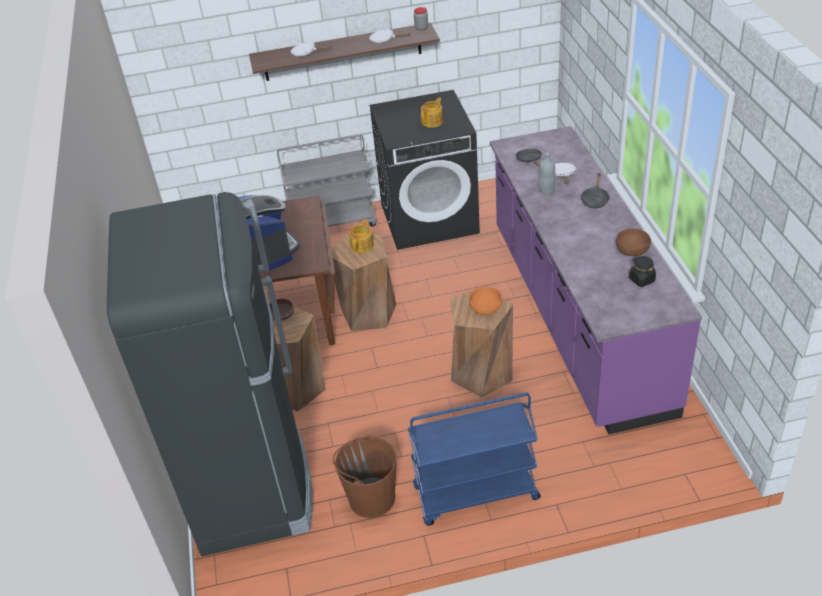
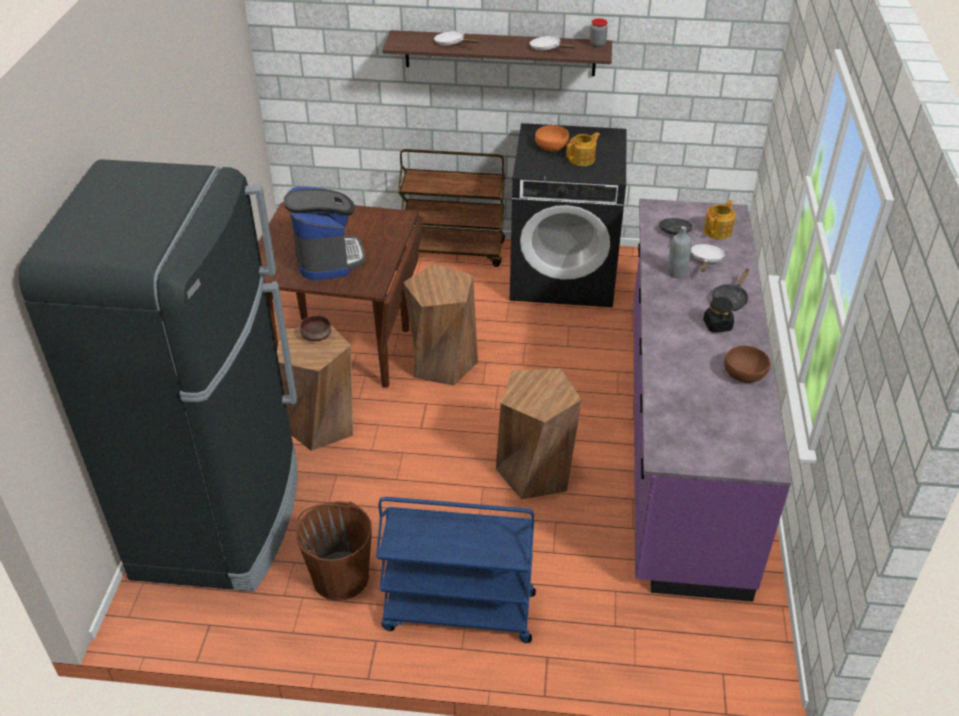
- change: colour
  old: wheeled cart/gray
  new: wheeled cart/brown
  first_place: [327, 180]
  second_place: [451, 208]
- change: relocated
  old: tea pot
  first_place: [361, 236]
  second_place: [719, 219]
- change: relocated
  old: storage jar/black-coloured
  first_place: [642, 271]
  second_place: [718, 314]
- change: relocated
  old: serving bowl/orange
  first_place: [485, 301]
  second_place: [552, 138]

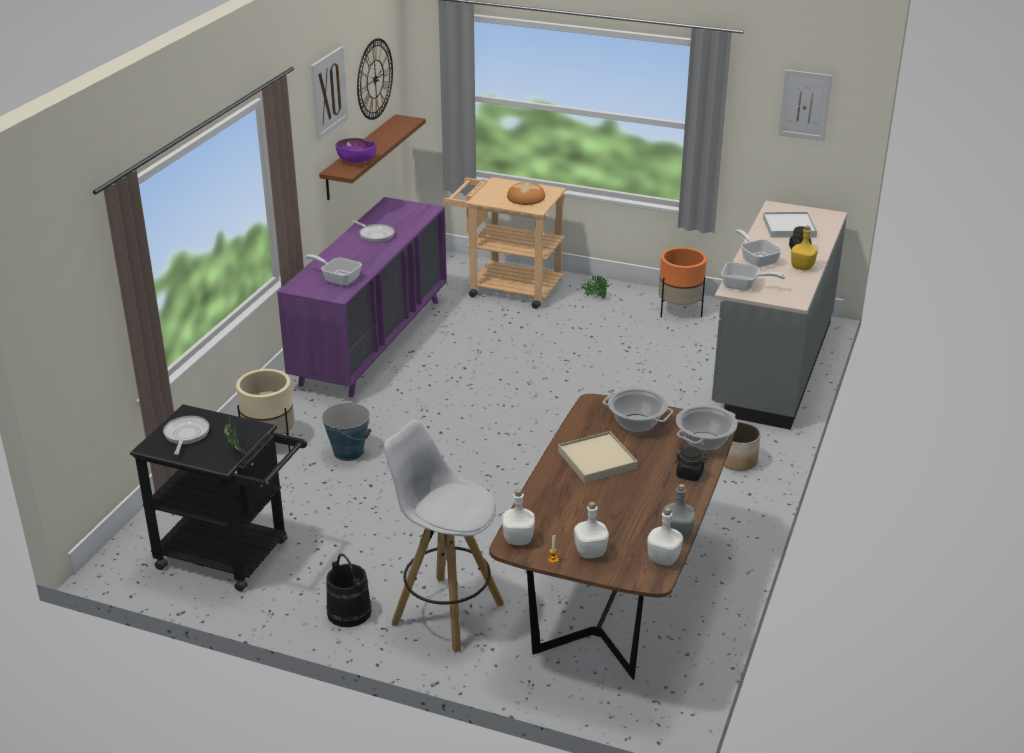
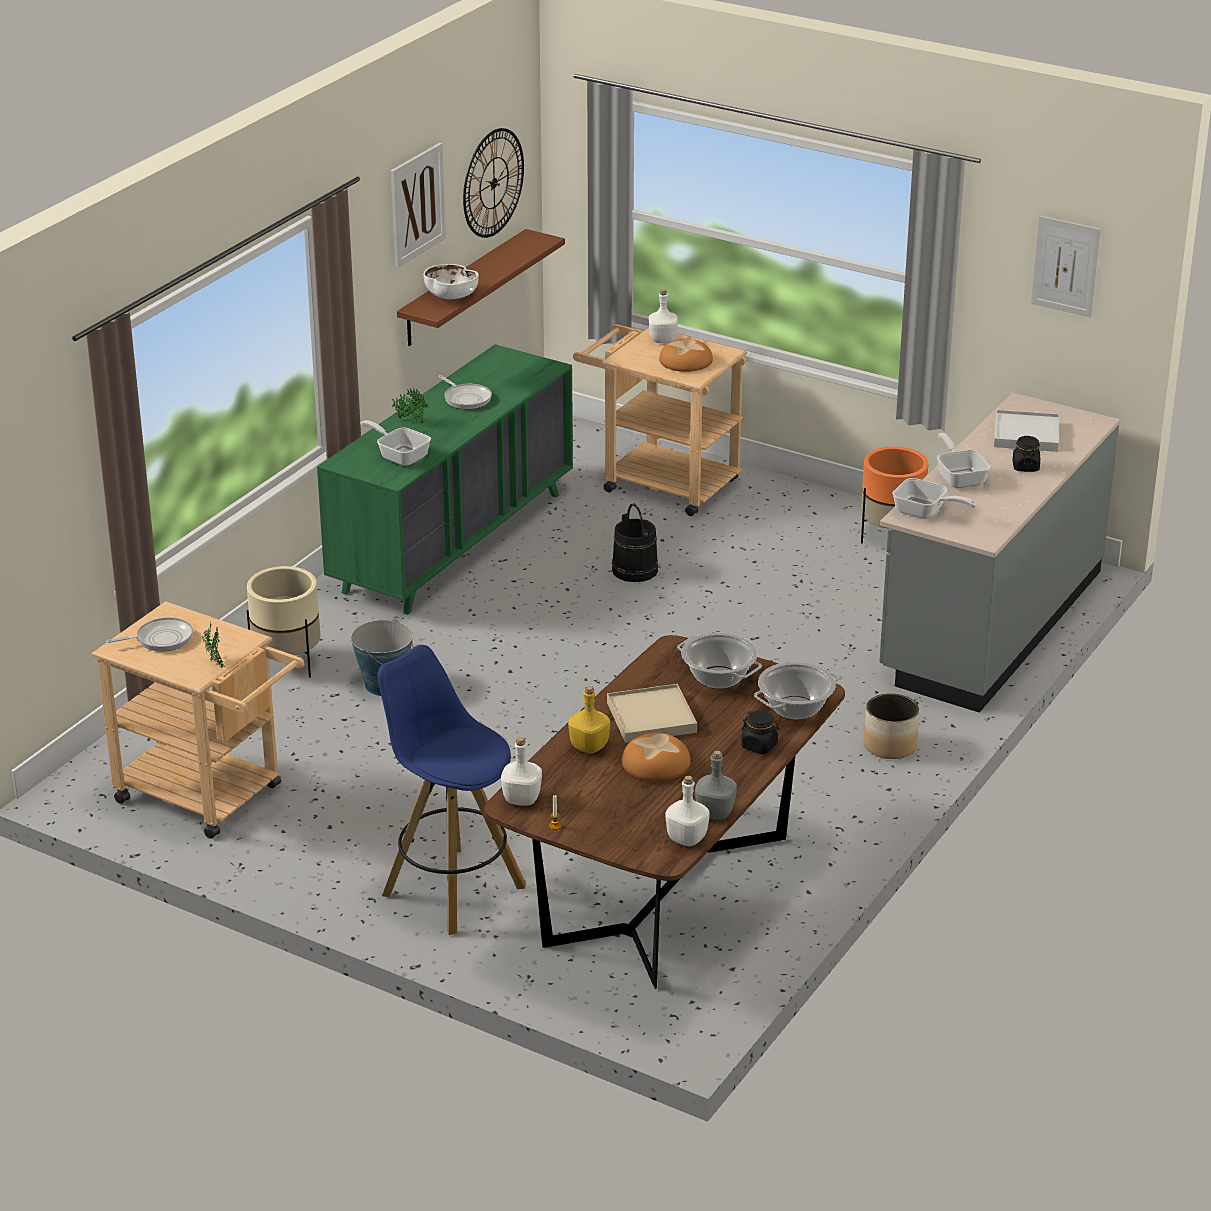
- change: colour
  old: serving bowl/purple-coloured
  new: serving bowl/whitish
  first_place: [356, 150]
  second_place: [451, 281]
- change: colour
  old: chest of drawers/purple-coloured
  new: chest of drawers/green-coloured
  first_place: [362, 297]
  second_place: [445, 479]
- change: relocated
  old: drink bottle/yellow
  first_place: [804, 248]
  second_place: [589, 720]
- change: relocated
  old: potted plant
  first_place: [595, 287]
  second_place: [410, 406]
- change: colour
  old: wheeled cart/black-coloured
  new: wheeled cart/beige
  first_place: [218, 498]
  second_place: [198, 720]
- change: spun
  old: frying pan
  first_place: [186, 435]
  second_place: [149, 634]
  degrees: 60
- change: colour
  old: sitting stool/whitish
  new: sitting stool/bluish
  first_place: [444, 536]
  second_place: [452, 790]
- change: relocated
  old: drink bottle/whitish
  first_place: [591, 530]
  second_place: [663, 316]
- change: relocated
  old: water bucket/black-coloured
  first_place: [349, 590]
  second_place: [635, 542]
- change: appeared
  new: bread
  second_place: [656, 757]

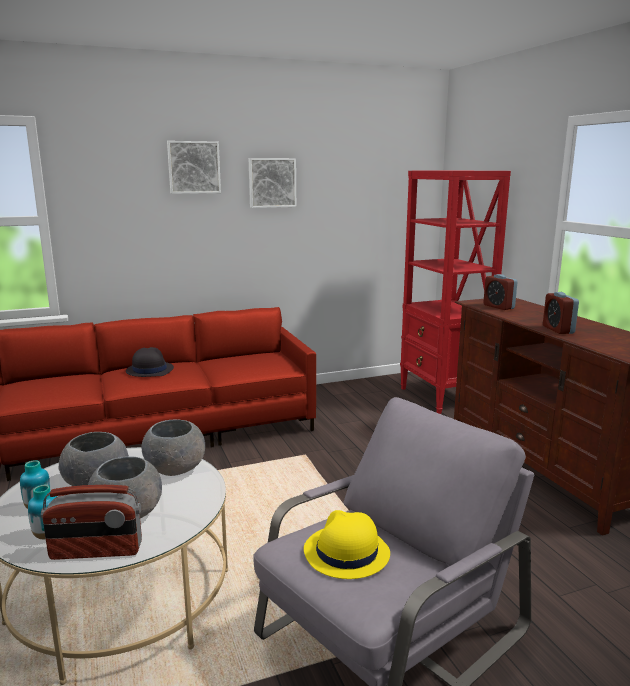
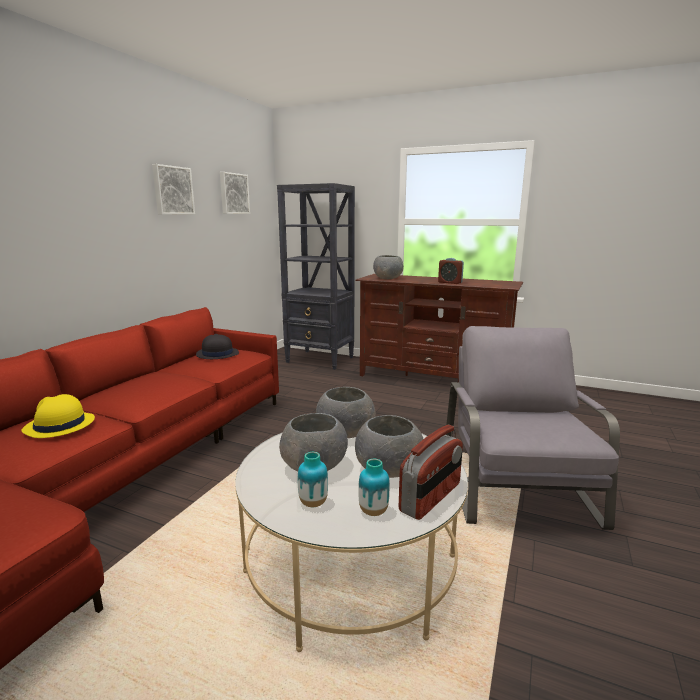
- change: relocated
  old: wall picture
  first_place: [194, 167]
  second_place: [235, 193]
- change: colour
  old: bookcase/reddish
  new: bookcase/black-coloured
  first_place: [455, 292]
  second_place: [316, 276]
- change: exchanged
  old: table clock
  new: serving bowl/gray
  first_place: [500, 292]
  second_place: [388, 267]
- change: relocated
  old: hat/black-coloured
  first_place: [150, 362]
  second_place: [217, 346]
- change: relocated
  old: hat/yellow
  first_place: [347, 544]
  second_place: [58, 416]

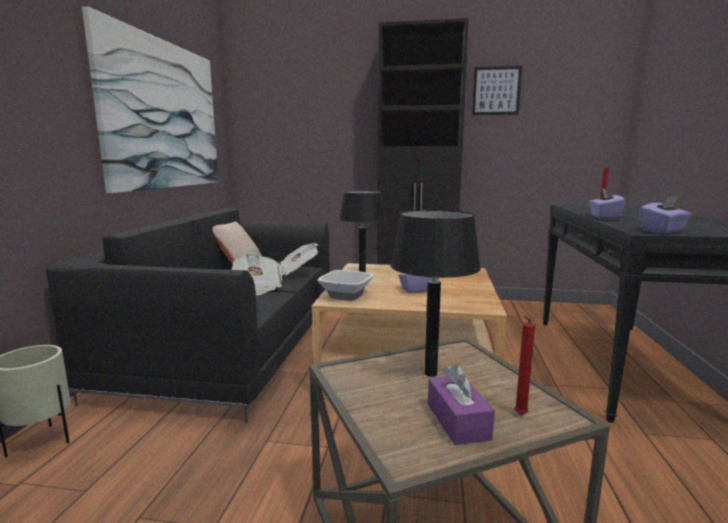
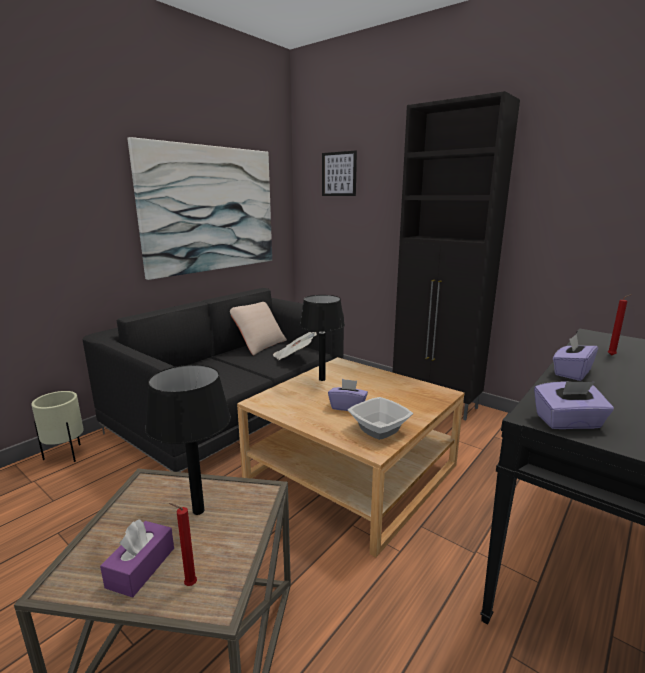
- change: relocated
  old: wall picture
  first_place: [497, 90]
  second_place: [339, 173]
- change: missing
  old: newspaper
  first_place: [257, 274]
- change: relocated
  old: serving bowl
  first_place: [345, 285]
  second_place: [380, 418]

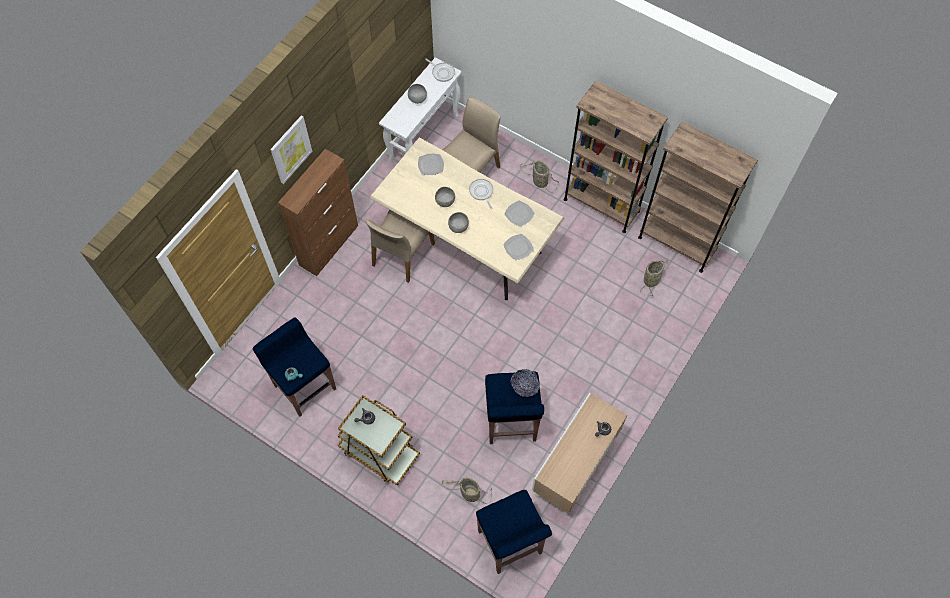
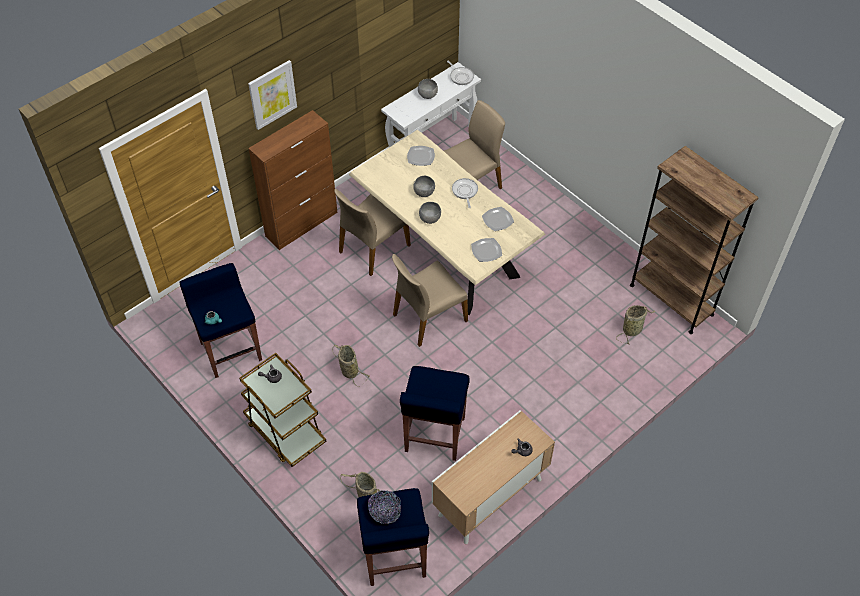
- change: missing
  old: bookcase/brown
  first_place: [616, 157]
- change: relocated
  old: basket
  first_place: [539, 176]
  second_place: [351, 365]
- change: relocated
  old: serving bowl
  first_place: [525, 383]
  second_place: [384, 507]
- change: appeared
  new: upright chair/beige
  second_place: [430, 300]

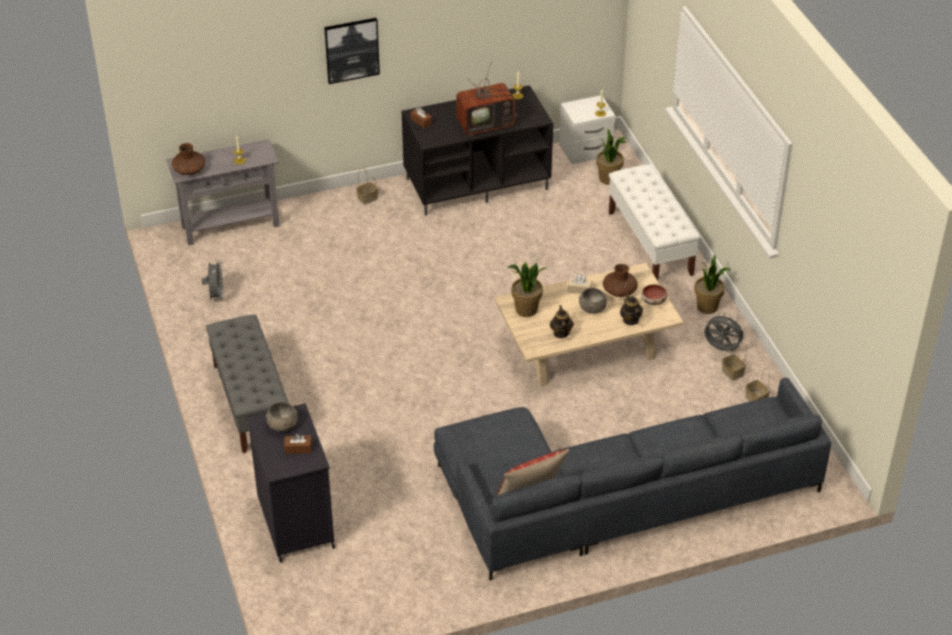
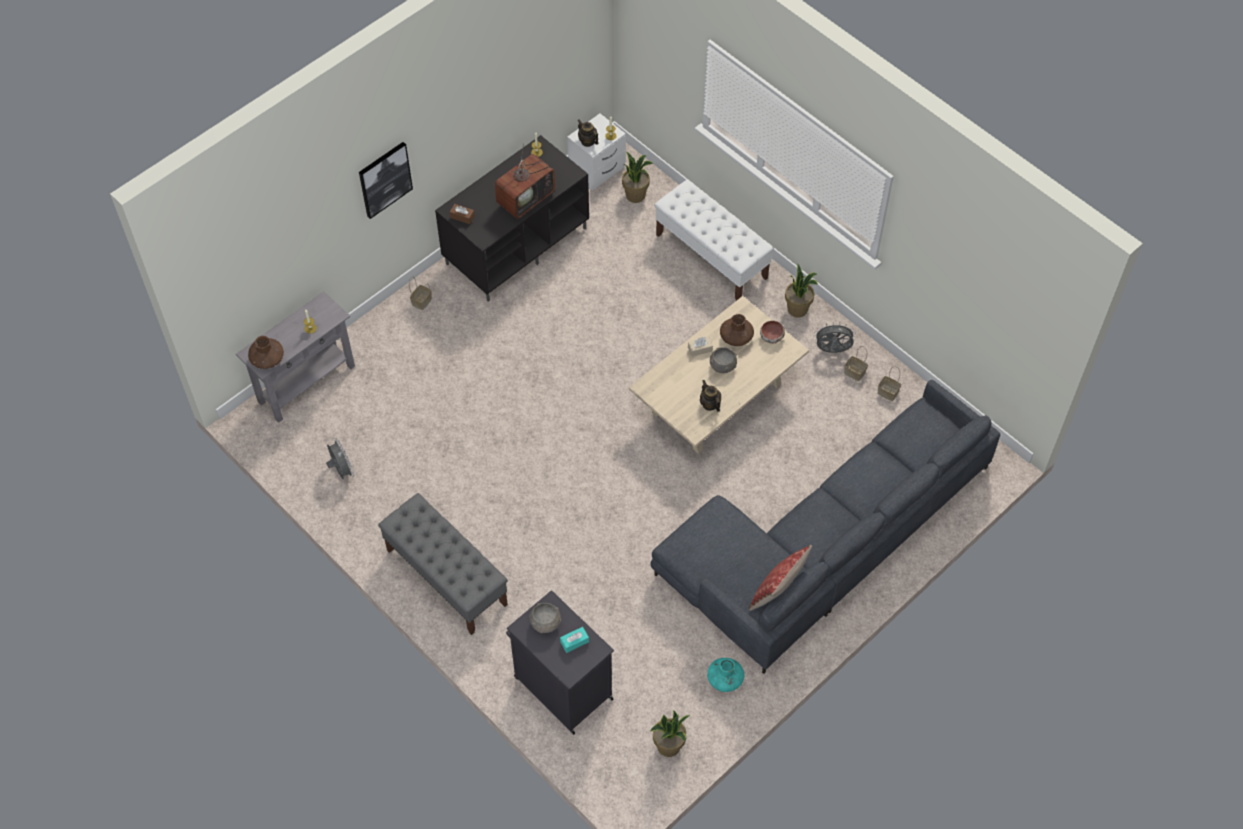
- change: relocated
  old: potted plant
  first_place: [527, 289]
  second_place: [670, 733]
- change: relocated
  old: tea pot
  first_place: [631, 309]
  second_place: [588, 133]
- change: colour
  old: tissue box/brown
  new: tissue box/blue-green
  first_place: [298, 444]
  second_place: [574, 640]
- change: appeared
  new: vase/blue-green
  second_place: [725, 675]

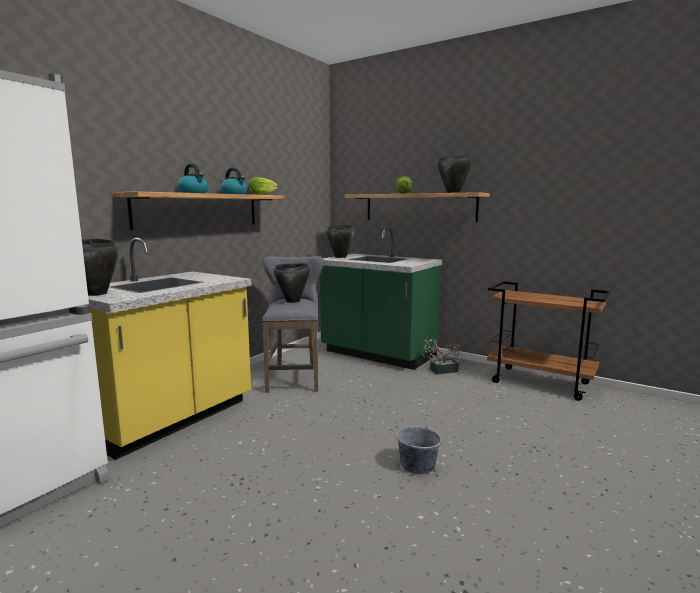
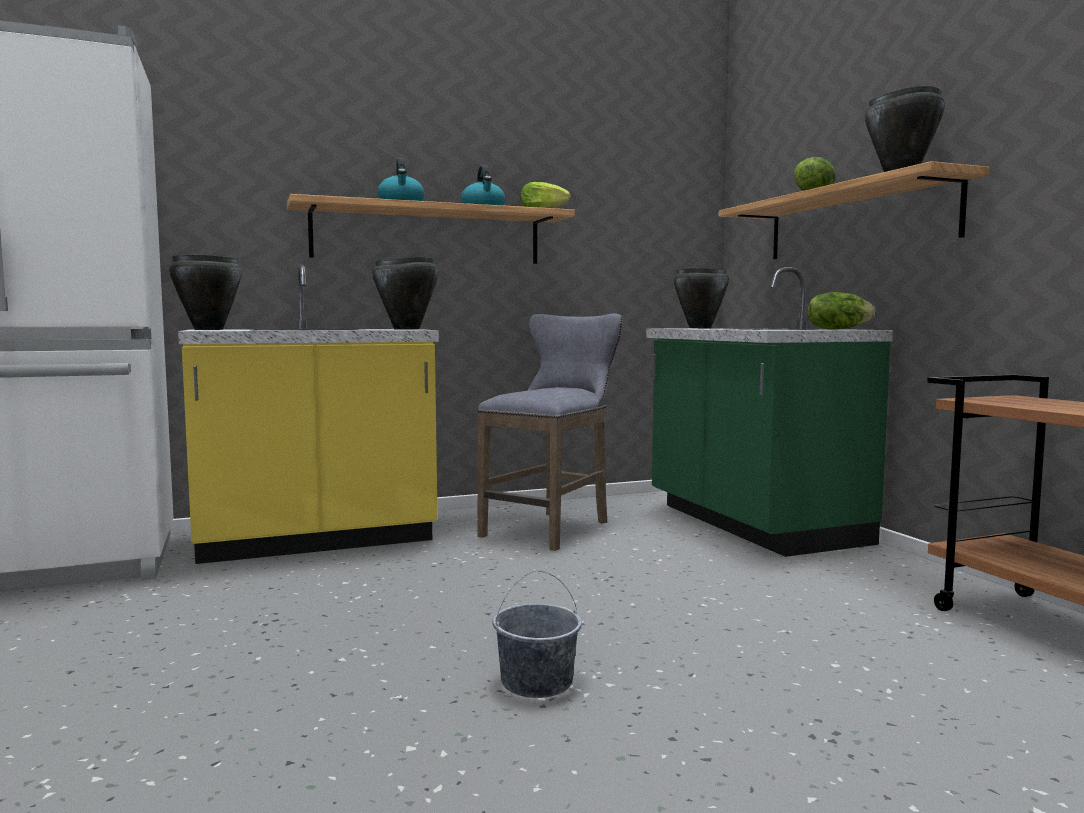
- change: relocated
  old: stockpot/black-coloured
  first_place: [292, 283]
  second_place: [405, 293]
- change: missing
  old: potted plant
  first_place: [443, 356]
- change: appeared
  new: head of lettuce
  second_place: [841, 311]

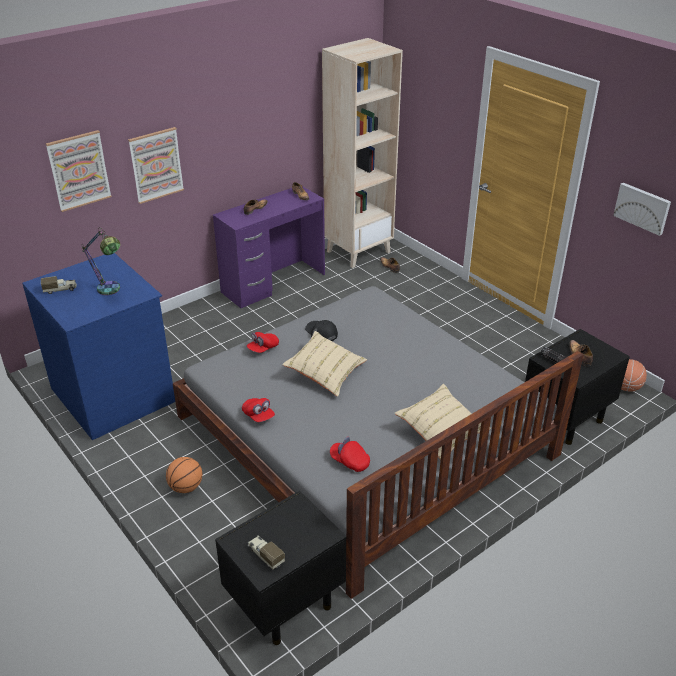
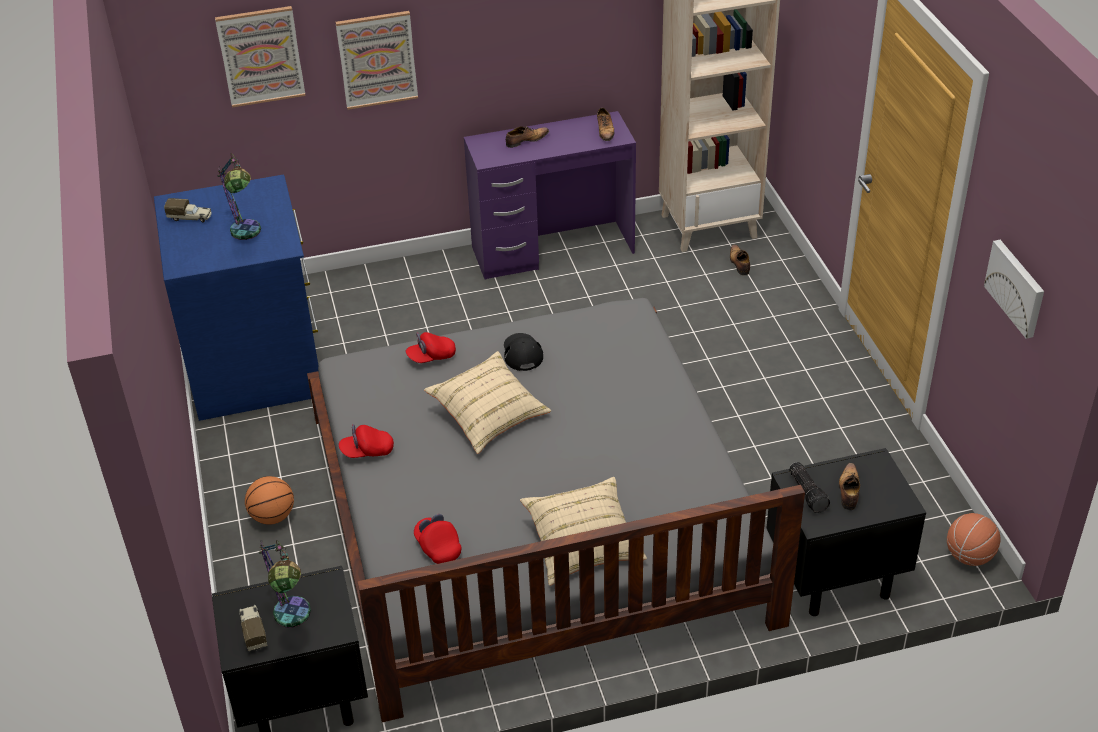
- change: spun
  old: cap/reddish
  first_place: [258, 410]
  second_place: [366, 441]
  degrees: 90
- change: appeared
  new: tabletop lamp
  second_place: [285, 584]

